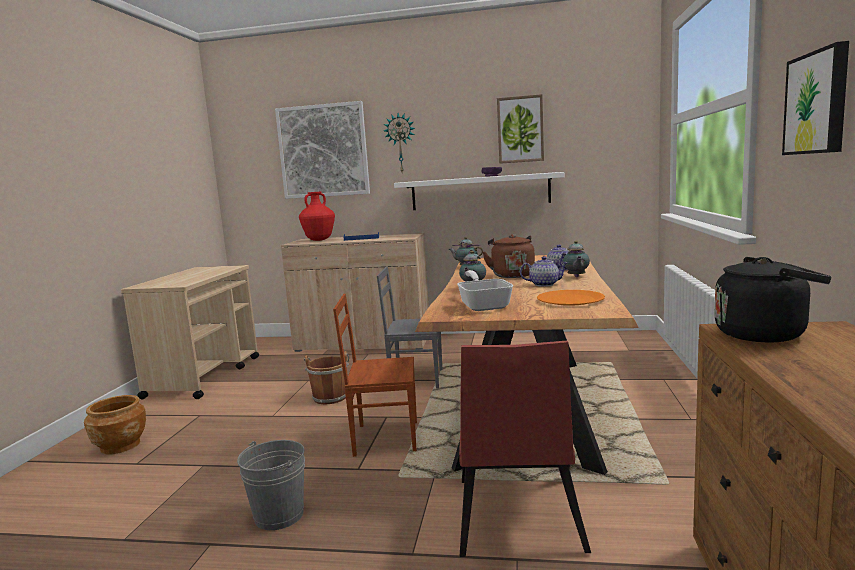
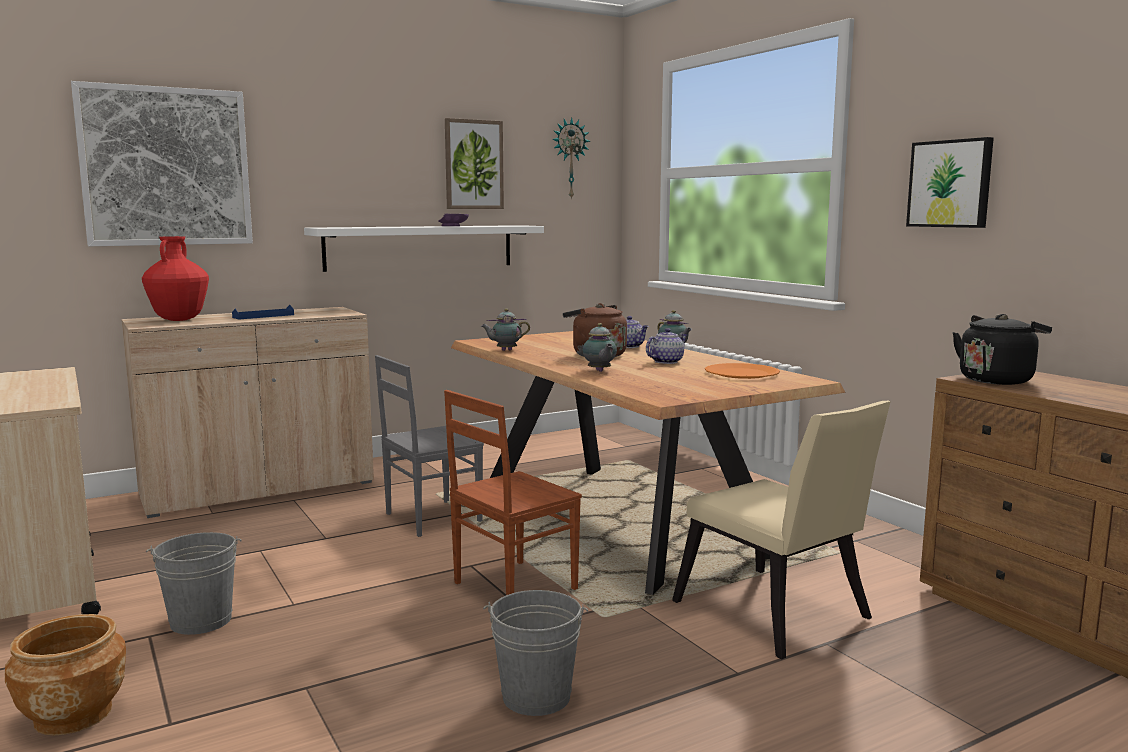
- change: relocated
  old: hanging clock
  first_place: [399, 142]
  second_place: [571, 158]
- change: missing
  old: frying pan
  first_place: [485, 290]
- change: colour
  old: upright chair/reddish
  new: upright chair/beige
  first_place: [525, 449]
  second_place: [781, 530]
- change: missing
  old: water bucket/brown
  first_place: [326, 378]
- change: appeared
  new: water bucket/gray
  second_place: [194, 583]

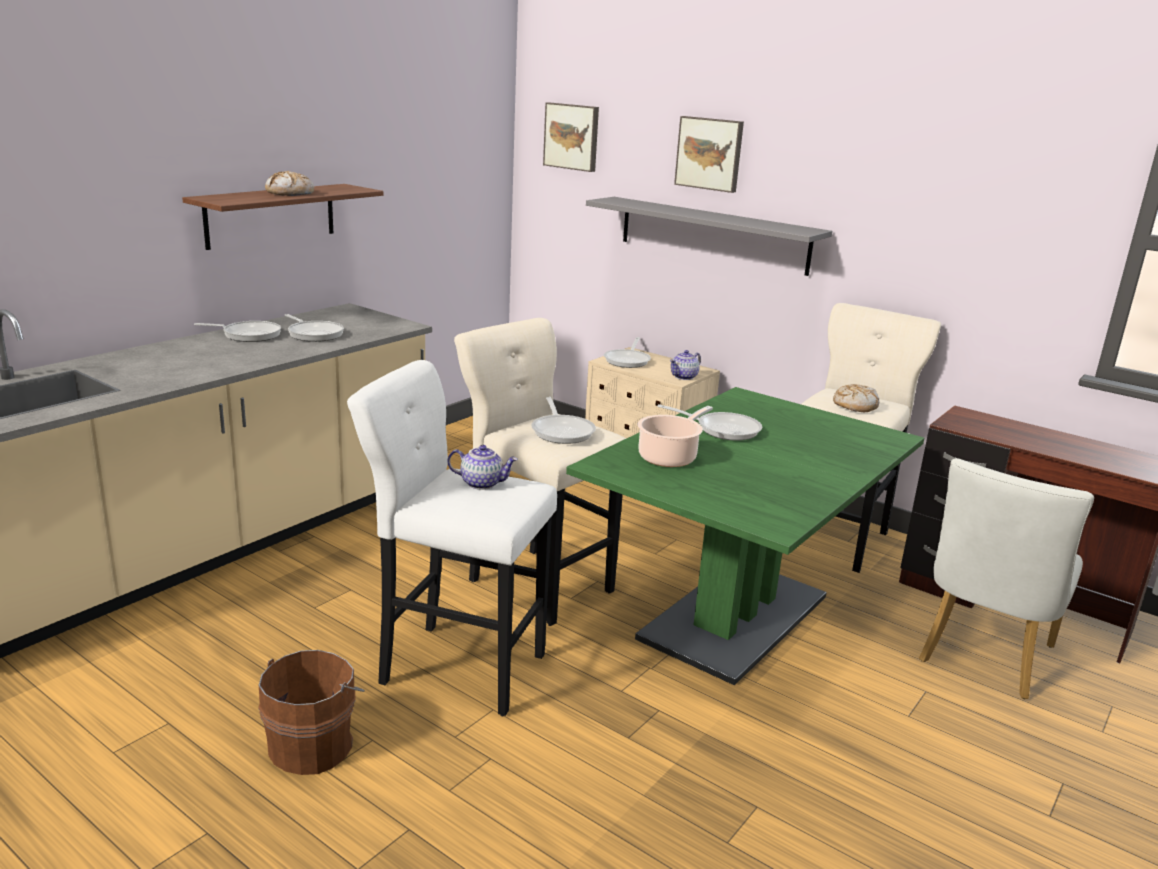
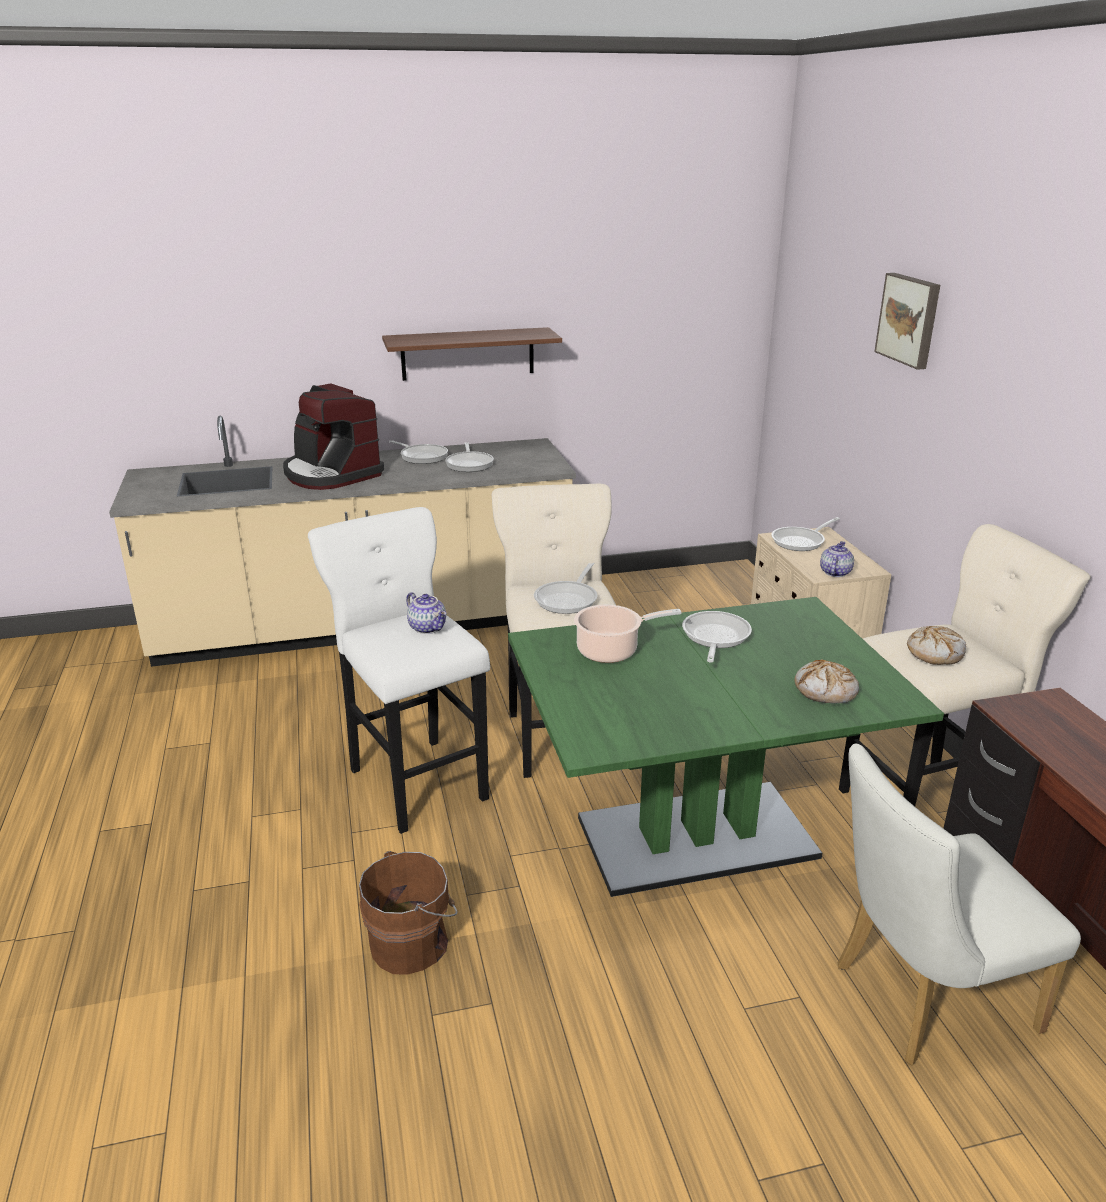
- change: missing
  old: wall picture
  first_place: [571, 137]
- change: relocated
  old: bread
  first_place: [289, 183]
  second_place: [827, 682]
- change: missing
  old: wall shelf/gray
  first_place: [709, 236]
- change: spun
  old: tea pot
  first_place: [685, 365]
  second_place: [837, 559]
  degrees: 120
- change: spun
  old: frying pan
  first_place: [709, 422]
  second_place: [717, 637]
  degrees: -135
- change: relocated
  old: water bucket/brown
  first_place: [311, 712]
  second_place: [408, 913]
- change: appeared
  new: coffee maker
  second_place: [333, 437]

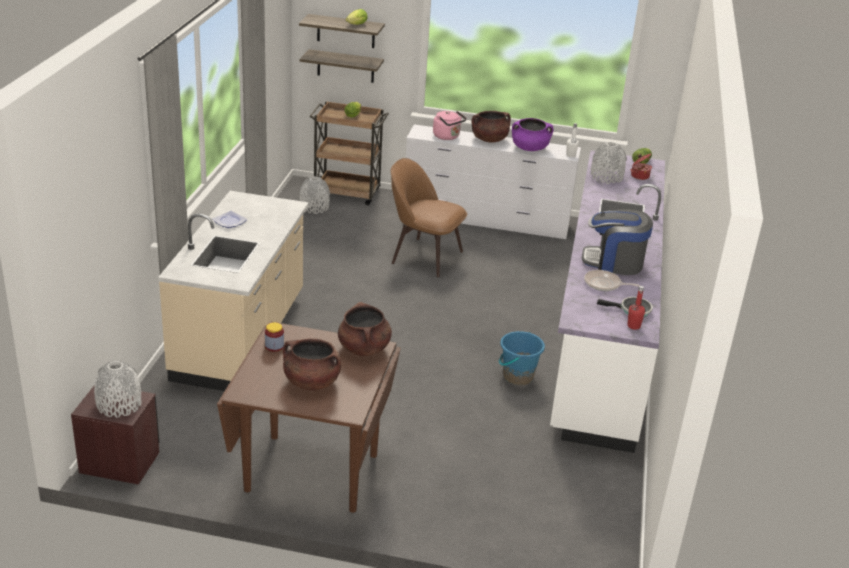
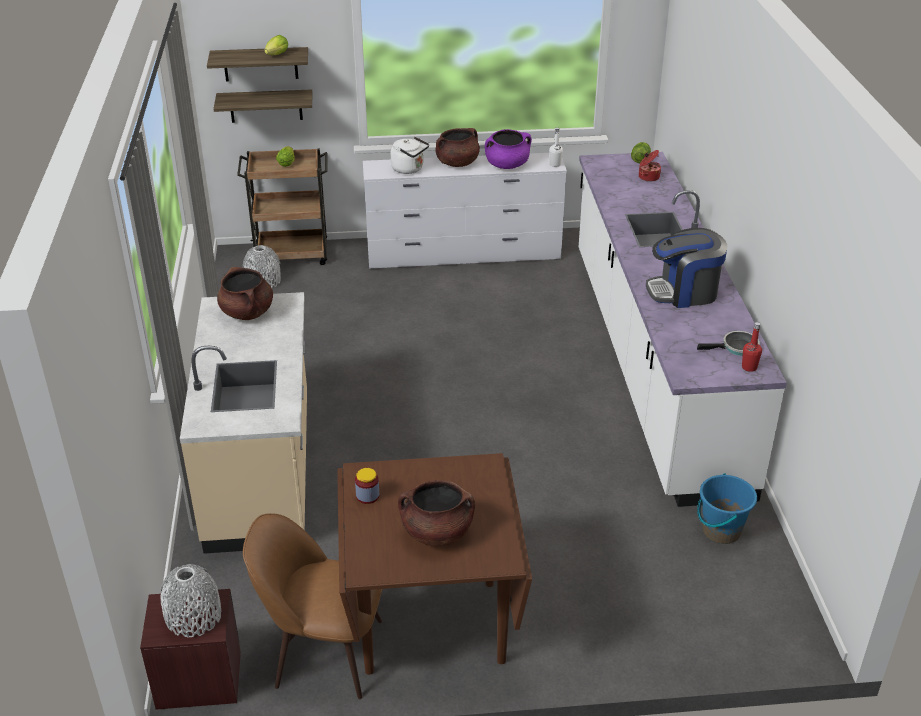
- change: colour
  old: tea kettle/pinkish
  new: tea kettle/whitish
  first_place: [450, 125]
  second_place: [410, 155]
- change: missing
  old: vase/gray
  first_place: [609, 163]
- change: relocated
  old: upright chair/brown
  first_place: [429, 217]
  second_place: [312, 606]
- change: missing
  old: dinner plate
  first_place: [230, 219]
- change: missing
  old: frying pan
  first_place: [612, 280]
- change: relocated
  old: stockpot/brown
  first_place: [365, 329]
  second_place: [245, 293]
- change: relocated
  old: water bucket/bluish
  first_place: [522, 358]
  second_place: [727, 508]

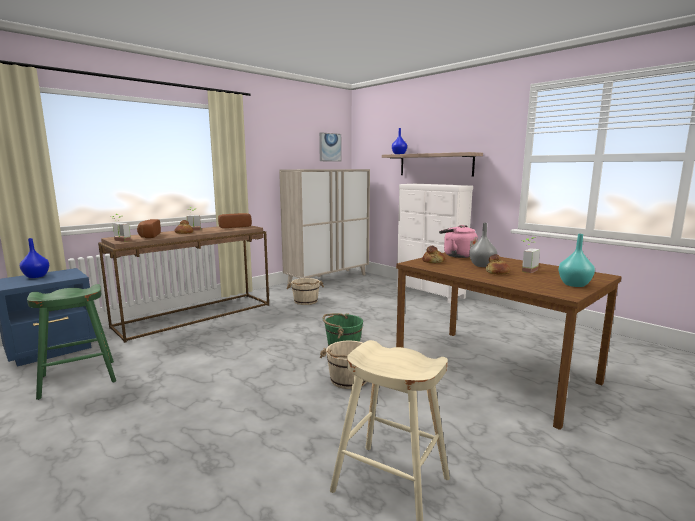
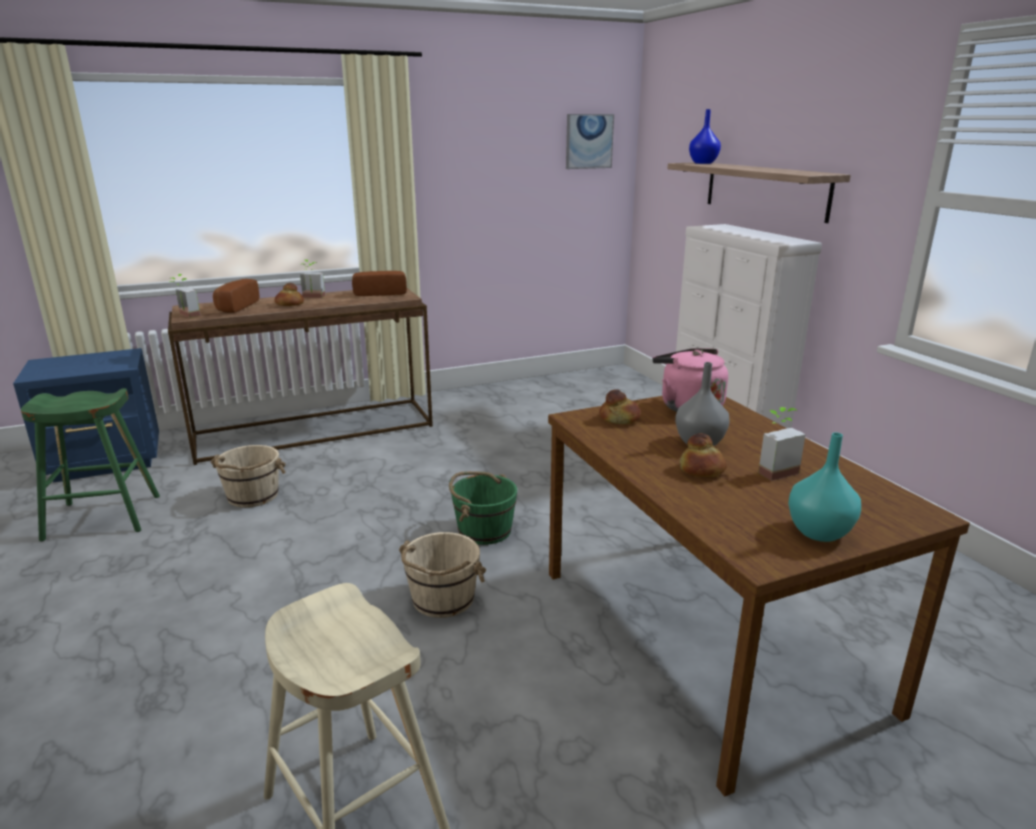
- change: missing
  old: cupboard/beige
  first_place: [324, 227]
- change: missing
  old: vase/bluish
  first_place: [34, 258]
- change: relocated
  old: water bucket/beige
  first_place: [305, 291]
  second_place: [248, 476]

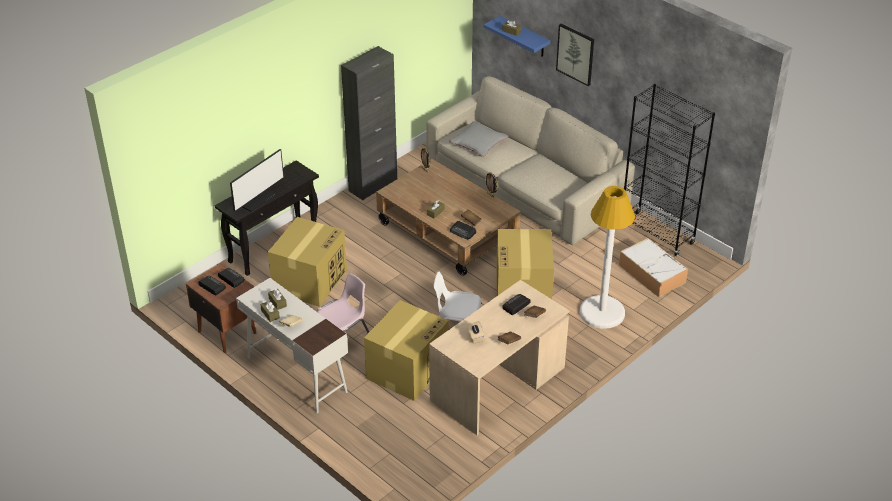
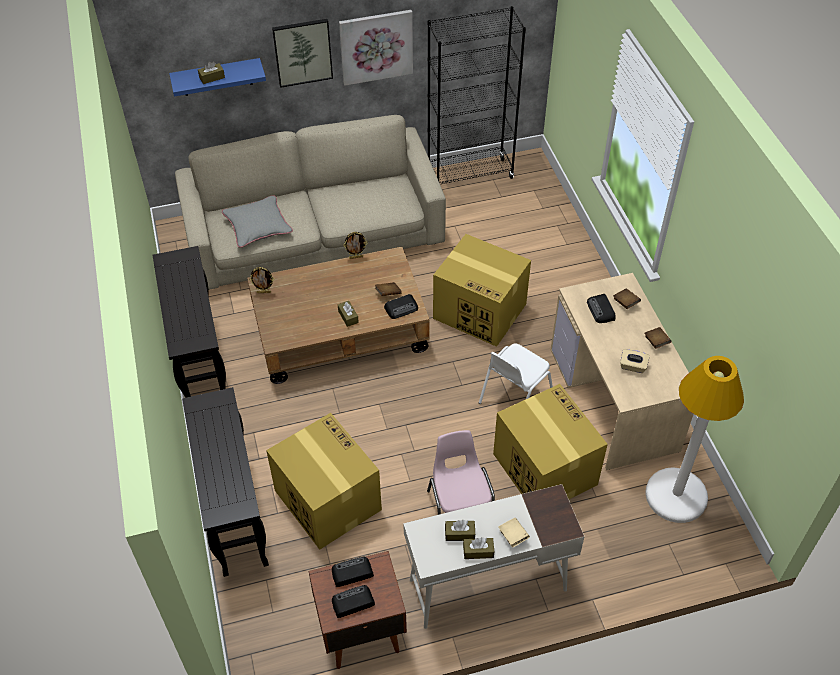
- change: exchanged
  old: cupboard/black-coloured
  new: console table/black-coloured
  first_place: [369, 123]
  second_place: [189, 322]
- change: missing
  old: monitor
  first_place: [257, 180]
- change: relocated
  old: standing lamp/whitish
  first_place: [607, 257]
  second_place: [694, 439]
- change: missing
  old: storage container
  first_place: [653, 267]
- change: appeared
  new: wall picture
  second_place: [376, 48]

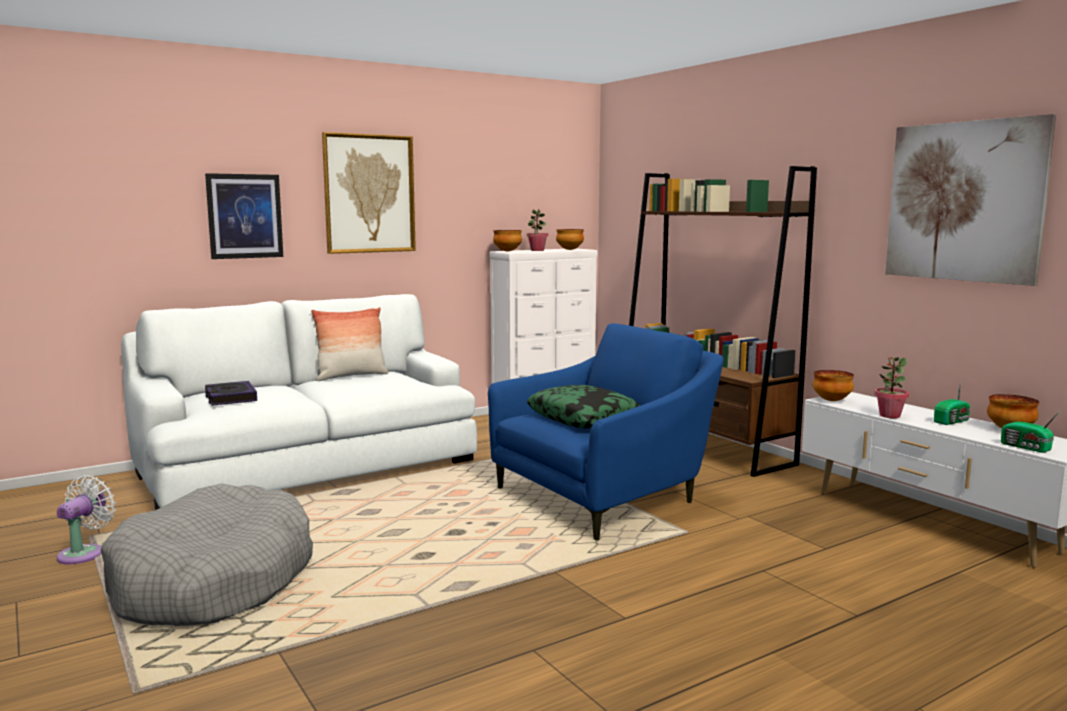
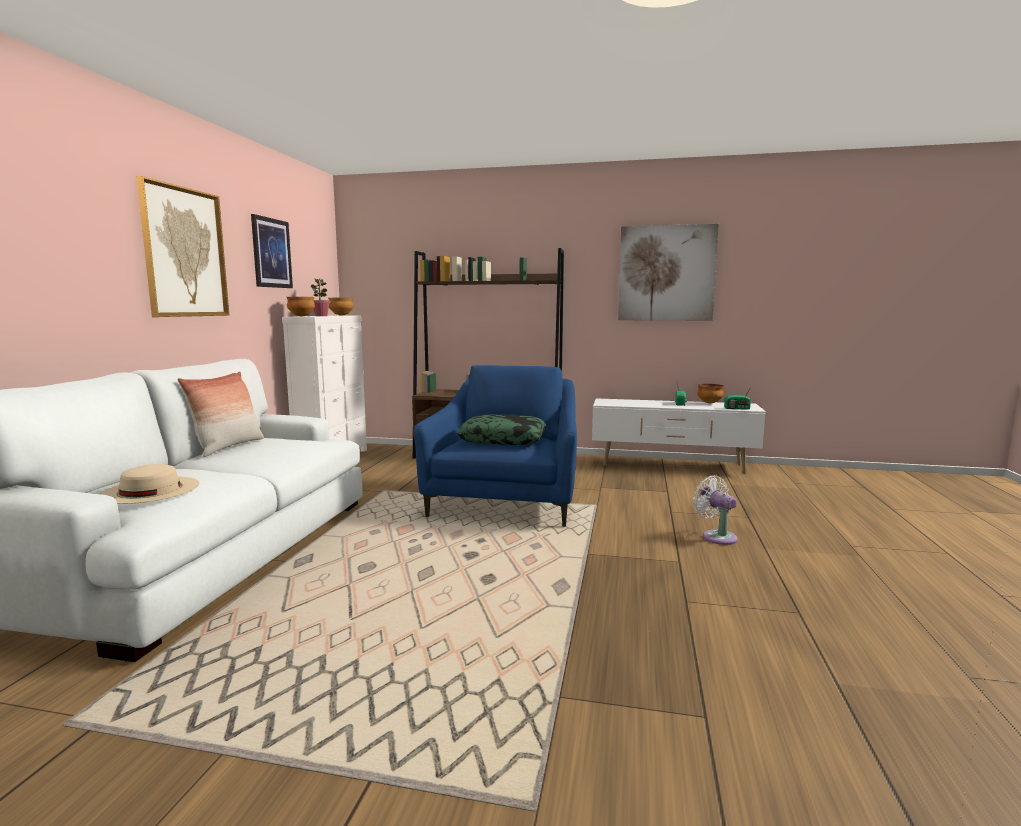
- change: relocated
  old: wall picture
  first_place: [244, 216]
  second_place: [272, 251]
- change: missing
  old: potted plant
  first_place: [892, 387]
- change: missing
  old: serving bowl
  first_place: [833, 385]
- change: exchanged
  old: volume
  new: hat/beige
  first_place: [231, 393]
  second_place: [149, 484]
- change: relocated
  old: electric fan/whitish
  first_place: [86, 519]
  second_place: [715, 510]
- change: missing
  old: pet bed/gray
  first_place: [207, 554]

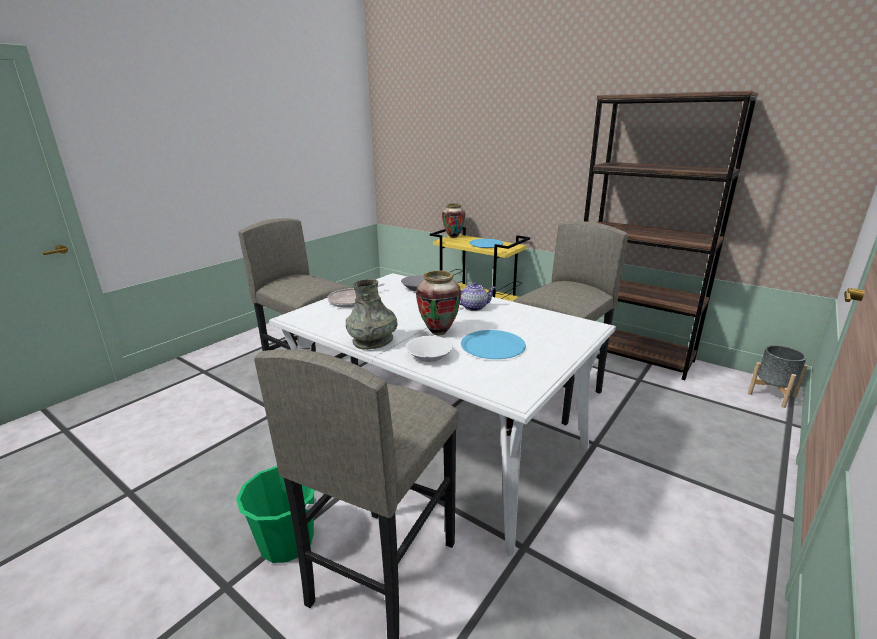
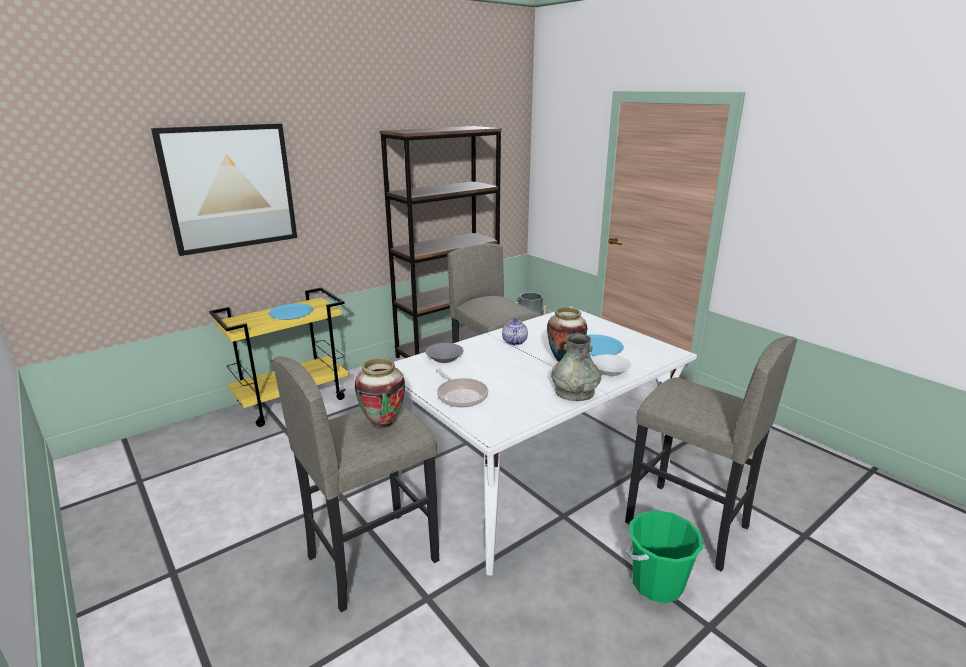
- change: relocated
  old: vase
  first_place: [453, 220]
  second_place: [380, 393]
- change: appeared
  new: wall picture
  second_place: [224, 189]

